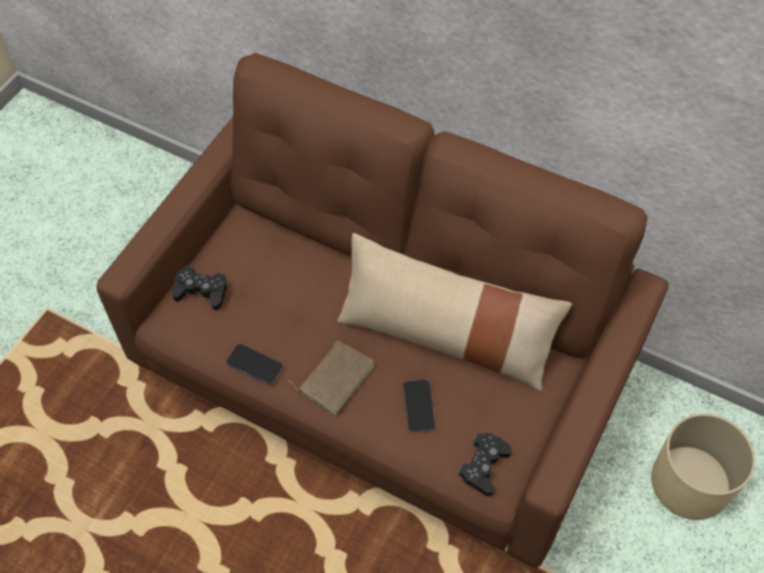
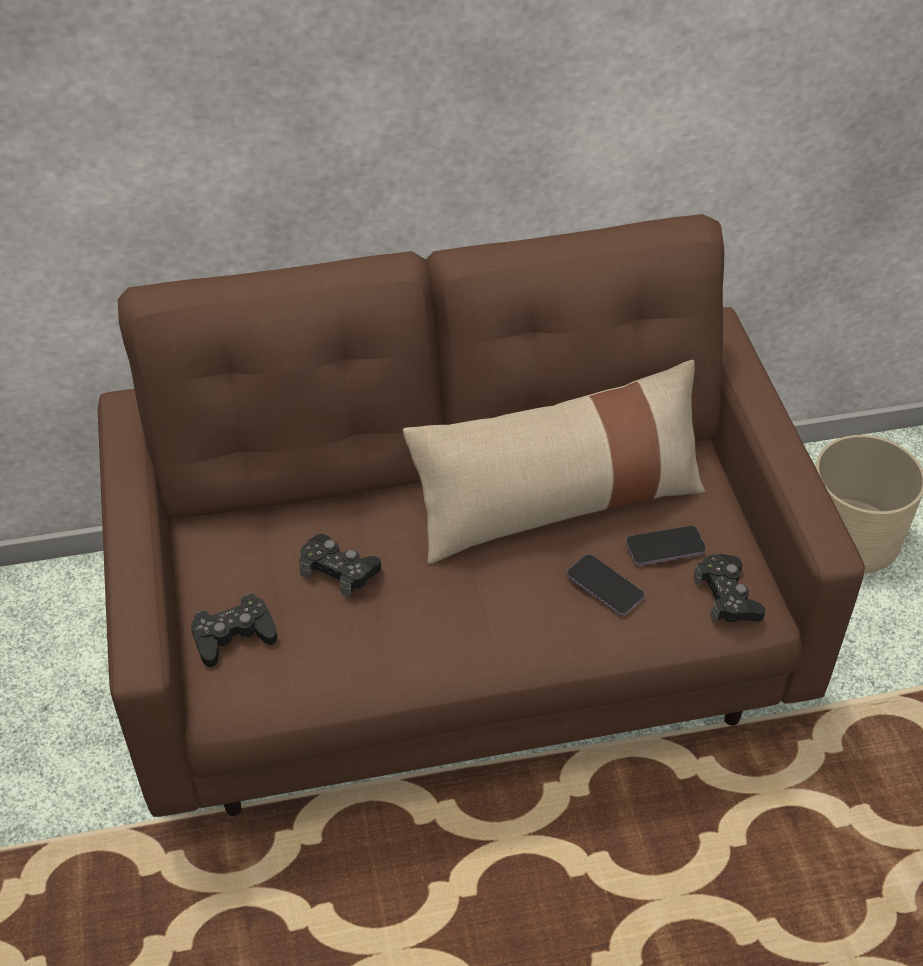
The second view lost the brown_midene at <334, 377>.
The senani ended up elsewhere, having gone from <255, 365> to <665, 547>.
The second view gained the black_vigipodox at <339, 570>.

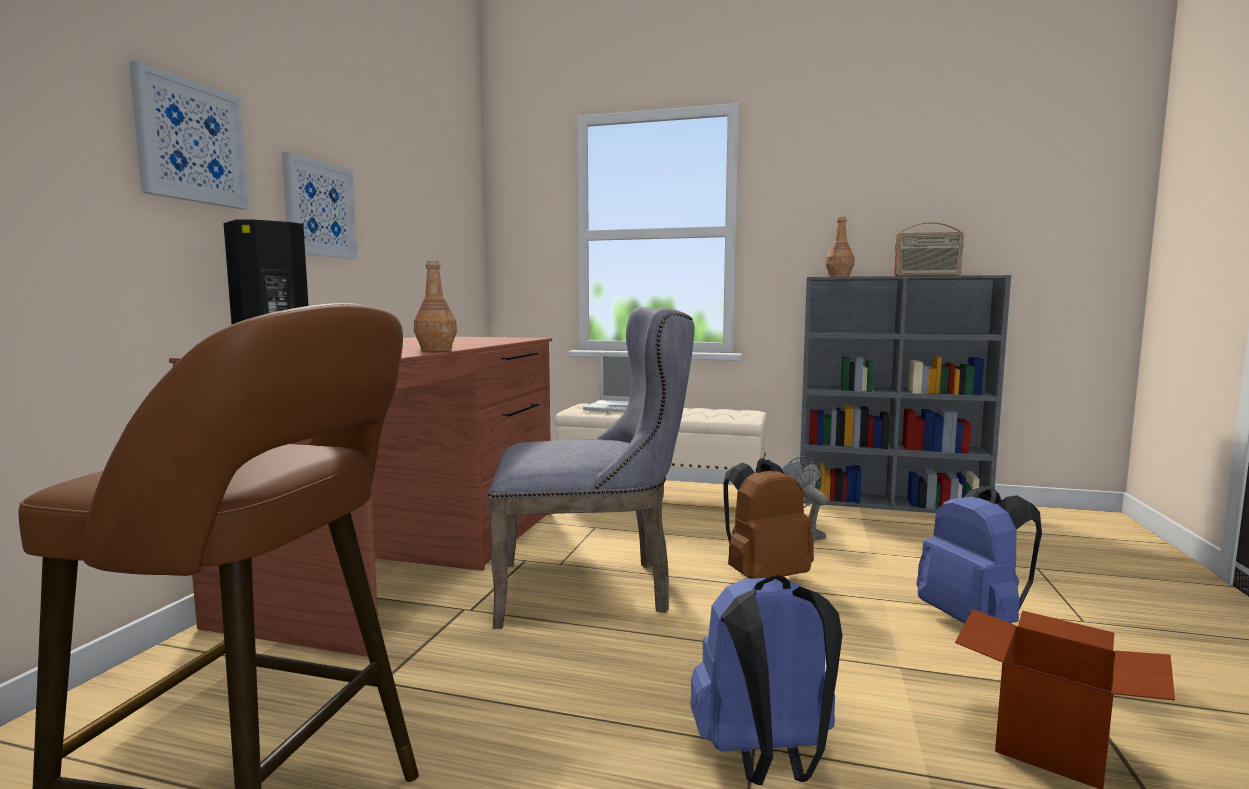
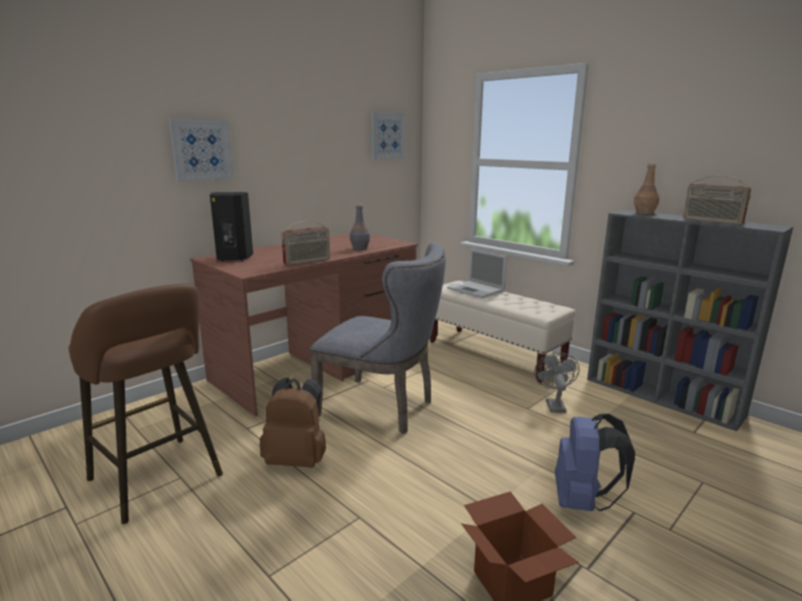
The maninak ended up elsewhere, having gone from <319, 209> to <387, 136>.
Where the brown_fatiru stood at <436, 350>, the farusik came to stand at <307, 262>.
The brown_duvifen ended up elsewhere, having gone from <763, 577> to <297, 460>.
The second view lost the blue_duvifen at <765, 760>.
The second view gained the grey_fatiru at <359, 248>.

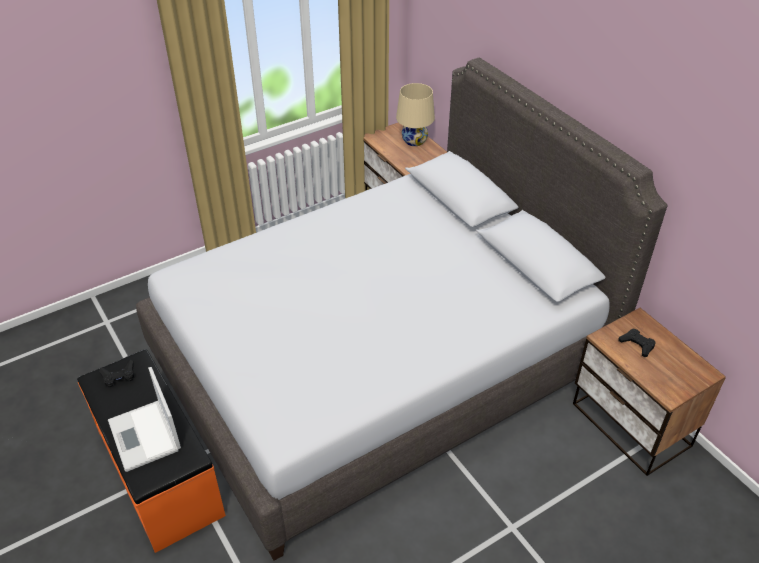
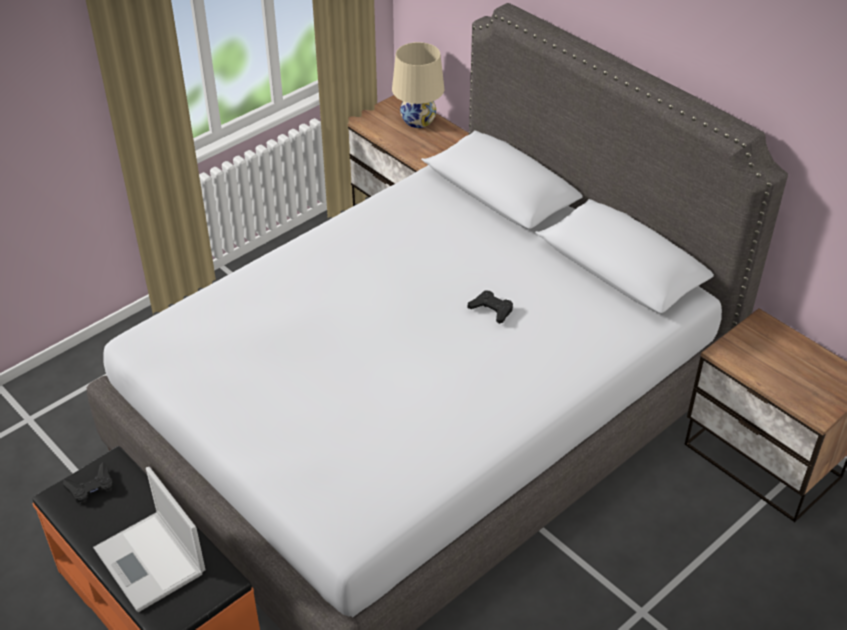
The black_vigipodox ended up elsewhere, having gone from <637, 344> to <491, 310>.

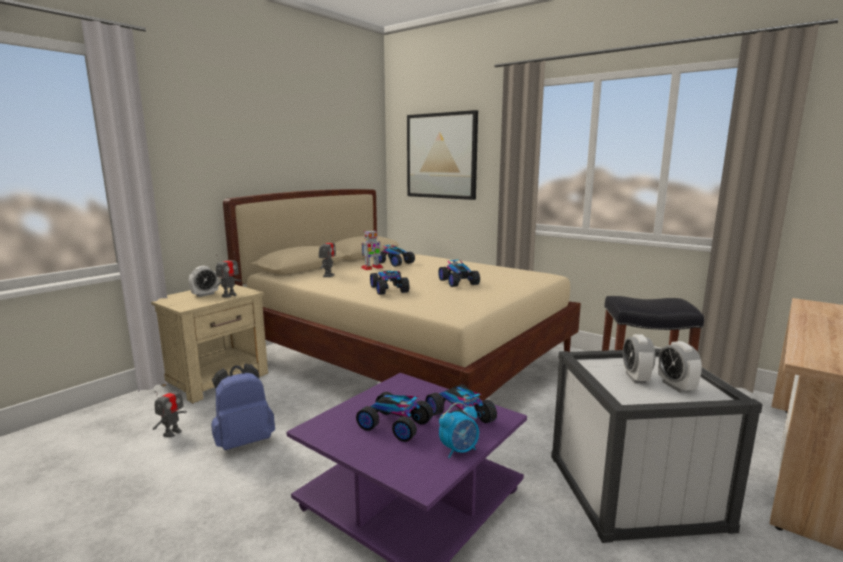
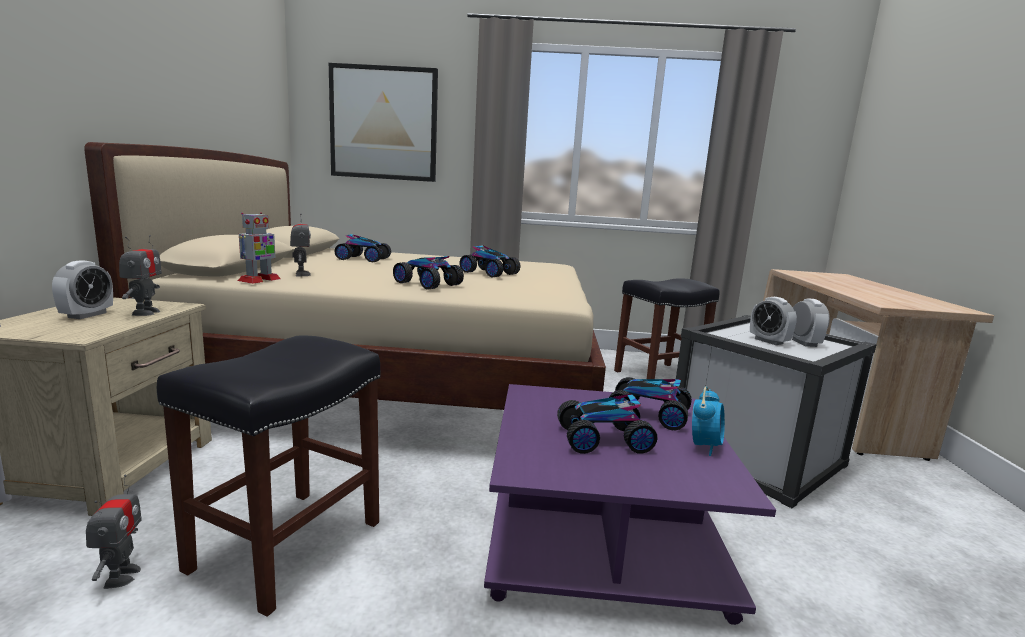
The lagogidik ended up elsewhere, having gone from <371, 268> to <259, 280>.
The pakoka at <676, 386> ended up facing another way, 135 degrees counterclockwise from before.
Where the blue_duvifen stood at <244, 441>, the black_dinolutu came to stand at <288, 543>.

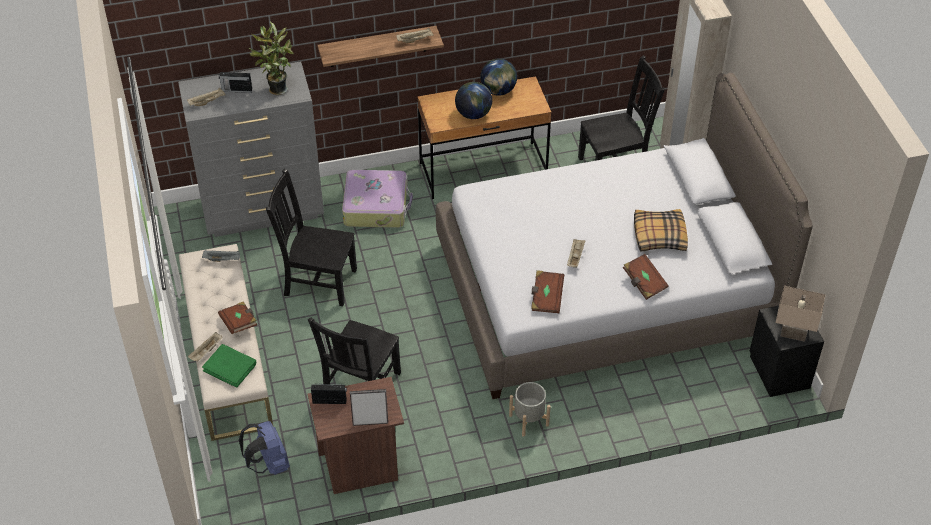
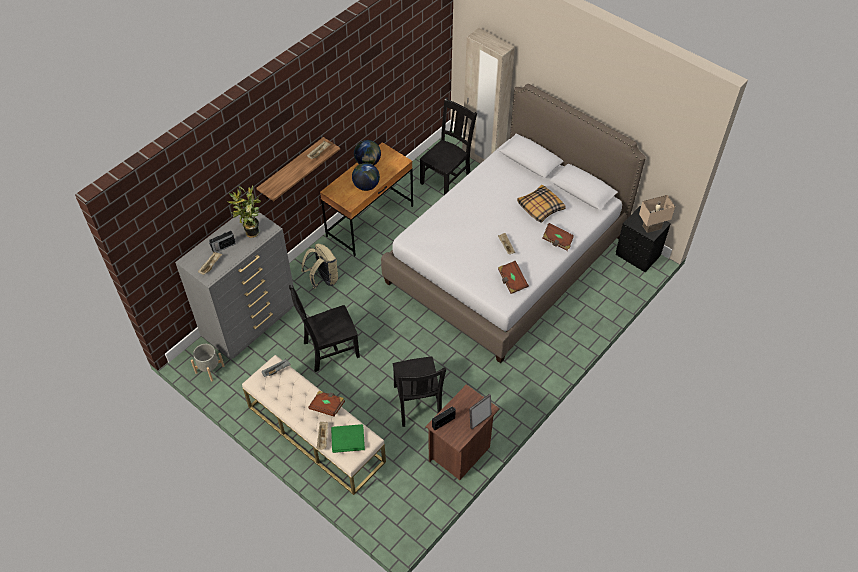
Where the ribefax stood at <376, 206>, the beige_duvifen came to stand at <323, 279>.
The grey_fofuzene ended up elsewhere, having gone from <529, 420> to <210, 369>.
The second view lost the blue_duvifen at <269, 464>.

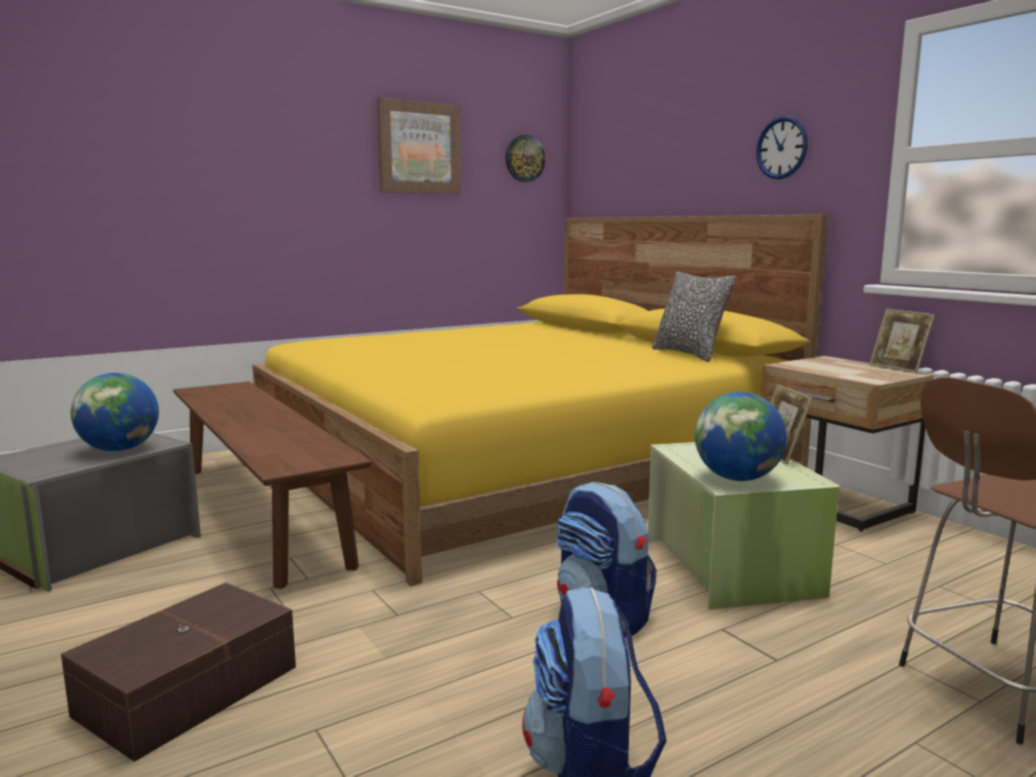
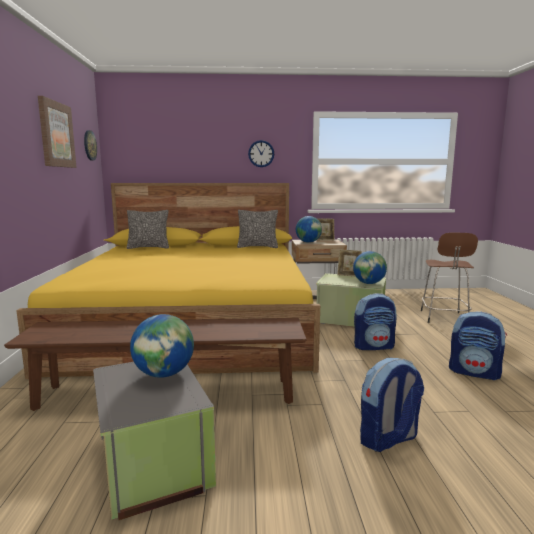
Where the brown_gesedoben stood at <185, 690>, the duvifen came to stand at <388, 439>.
The second view gained the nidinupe at <148, 247>.
The second view gained the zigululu at <308, 242>.

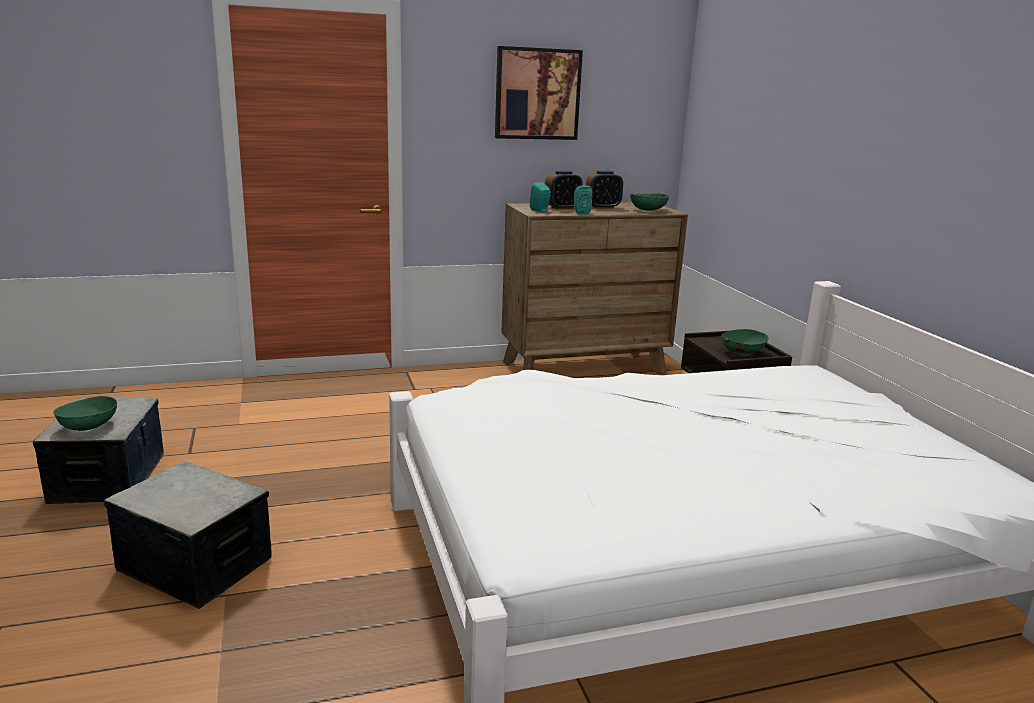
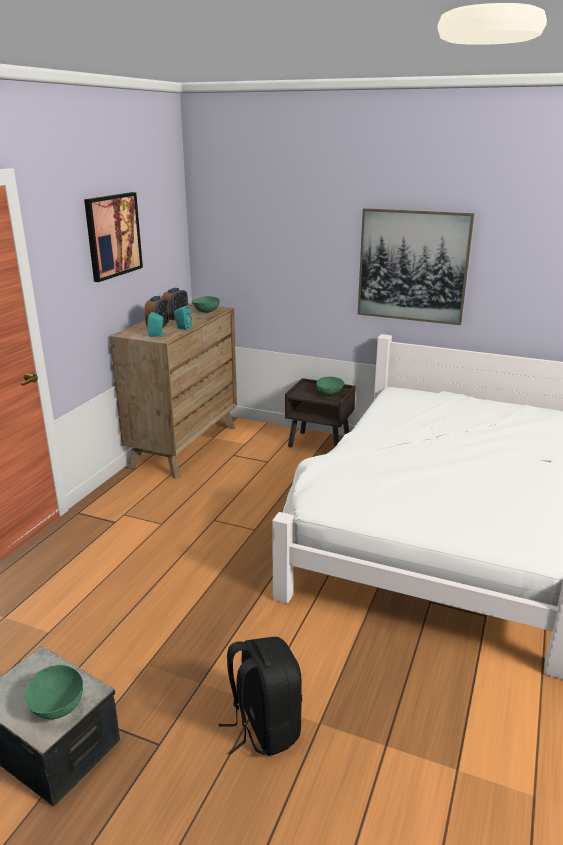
Where the gesedoben stood at <196, 564>, the black_duvifen came to stand at <264, 727>.
The second view gained the maninak at <413, 266>.

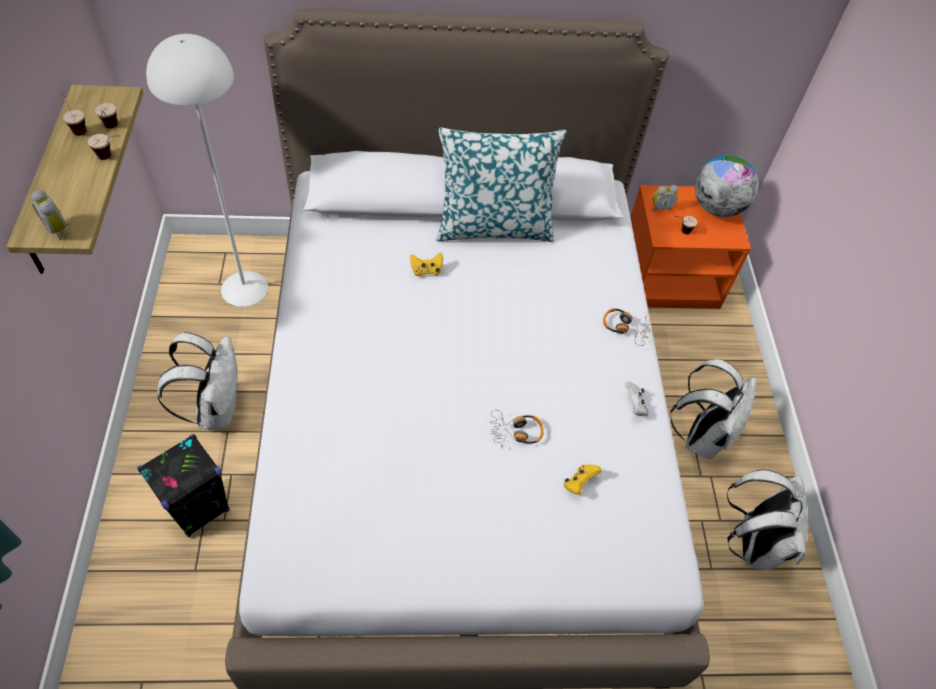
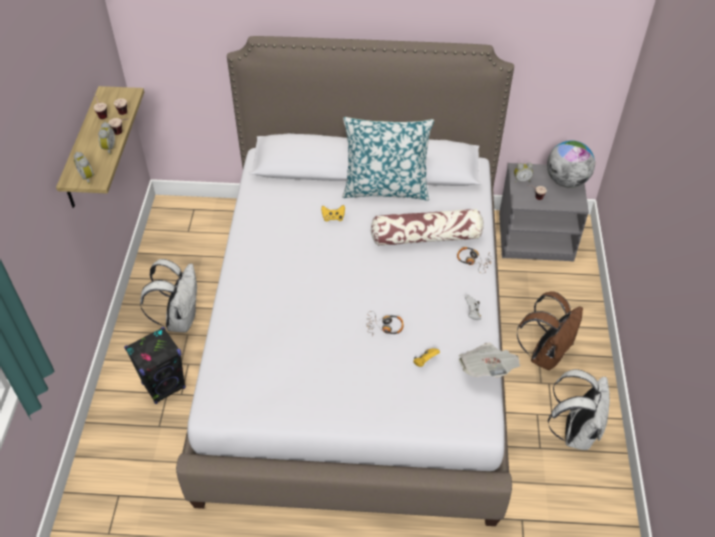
The second view lost the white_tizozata at <244, 288>.
What was the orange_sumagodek at <669, 277> turned into the grey_sumagodek at <536, 236>.
What was the white_duvifen at <702, 436> turned into the brown_duvifen at <546, 354>.
The second view gained the pakoka at <108, 148>.
The second view gained the nidinupe at <426, 237>.
The second view gained the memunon at <486, 369>.

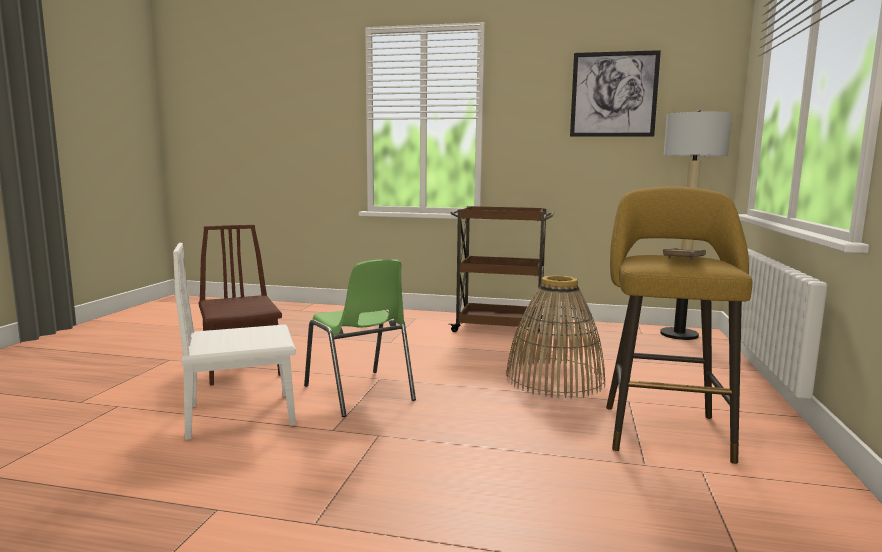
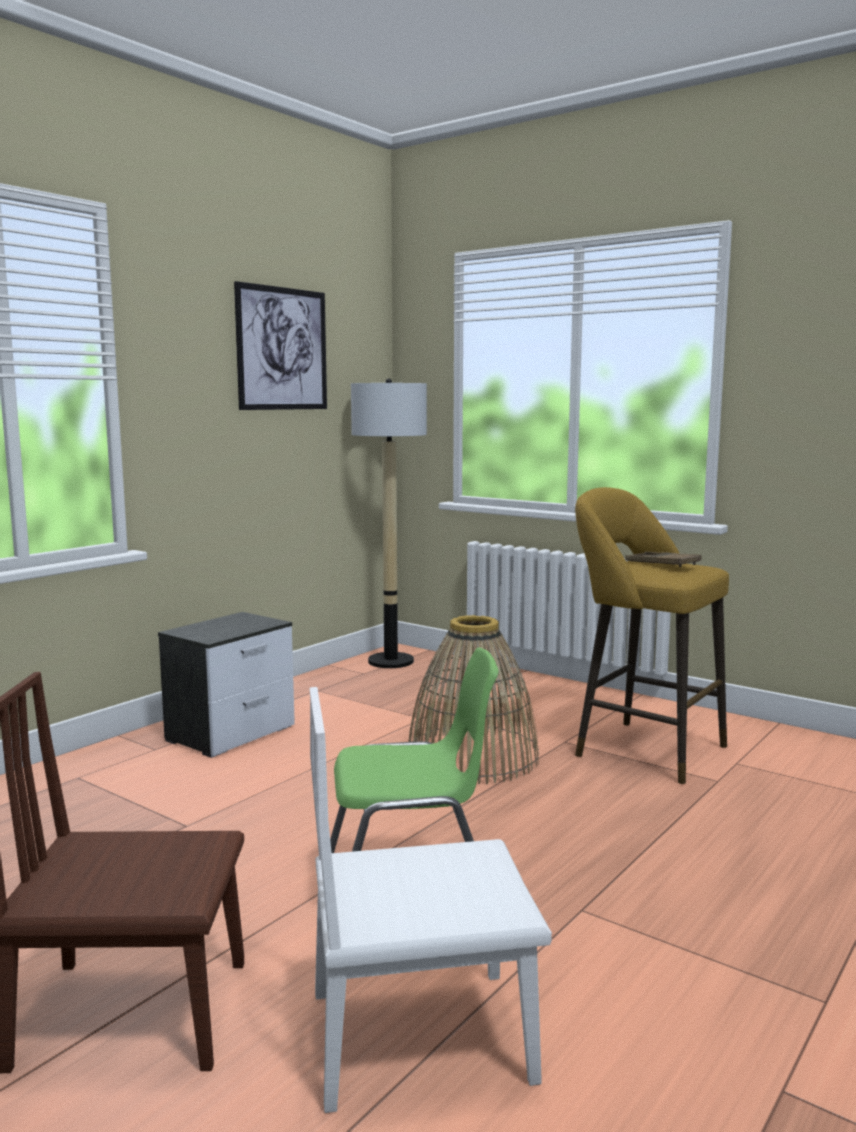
Where the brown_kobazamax stood at <500, 328>, the sumagodek came to stand at <232, 733>.
The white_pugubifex at <241, 415> ended up facing another way, 75 degrees clockwise from before.

